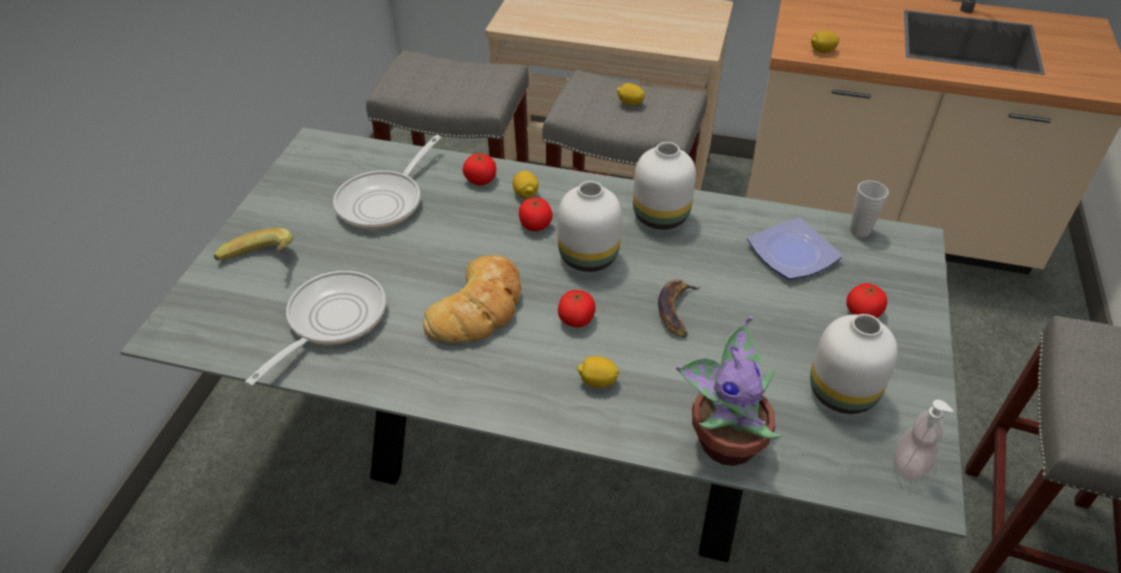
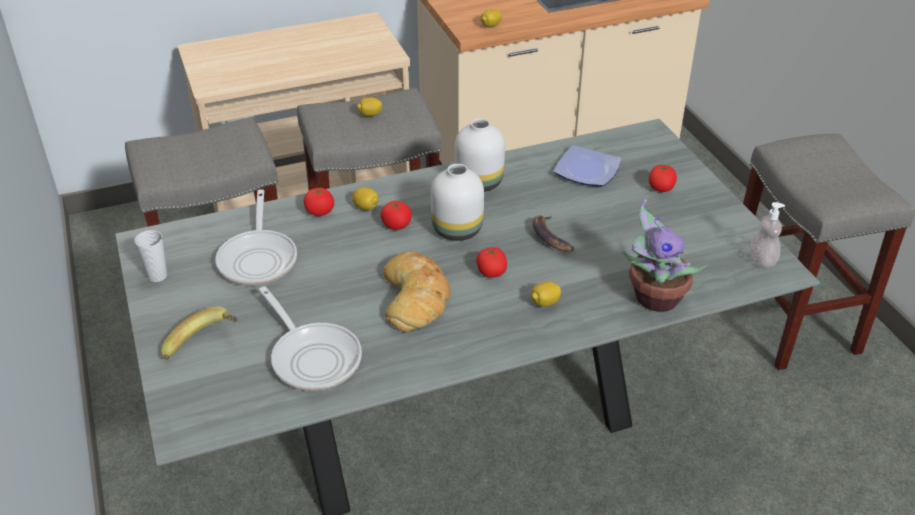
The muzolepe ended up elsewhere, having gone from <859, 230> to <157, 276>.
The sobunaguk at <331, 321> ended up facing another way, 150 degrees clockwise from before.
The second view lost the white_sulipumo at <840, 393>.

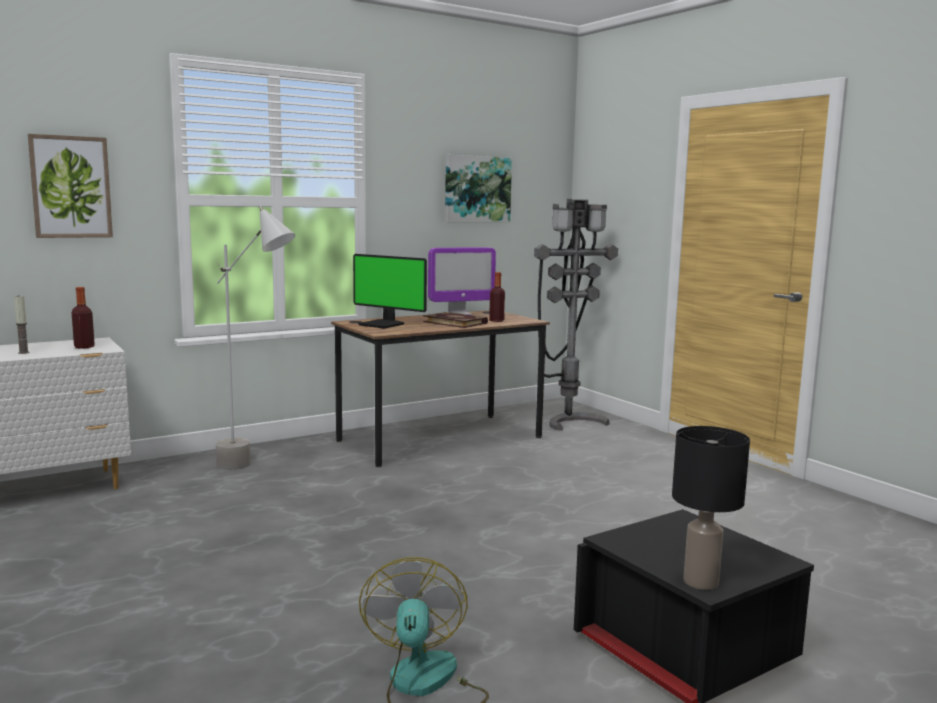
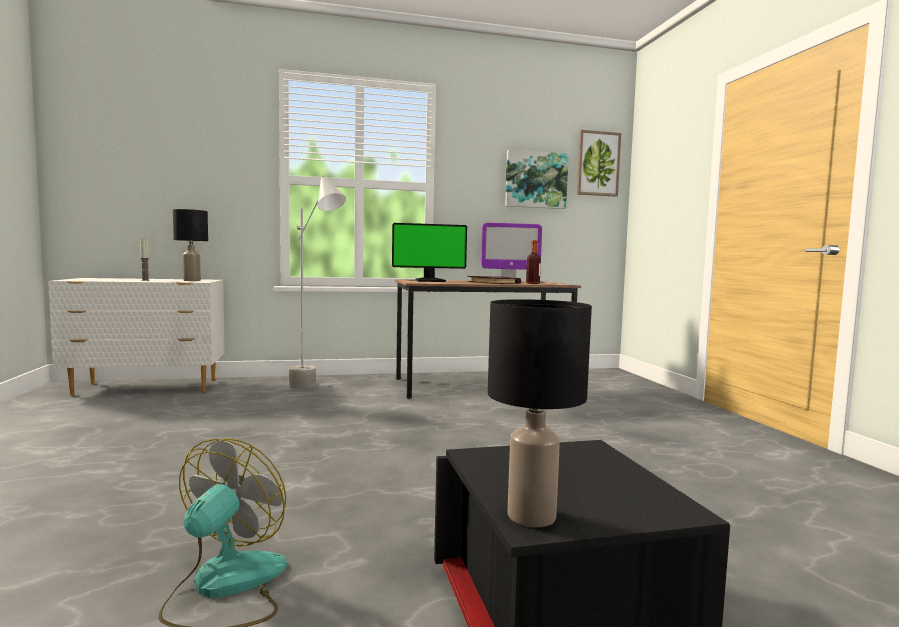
The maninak ended up elsewhere, having gone from <71, 187> to <598, 164>.
The second view lost the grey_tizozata at <570, 420>.
The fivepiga at <383, 324> ended up facing another way, 60 degrees counterclockwise from before.
Where the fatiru stood at <84, 347>, the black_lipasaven came to stand at <191, 280>.

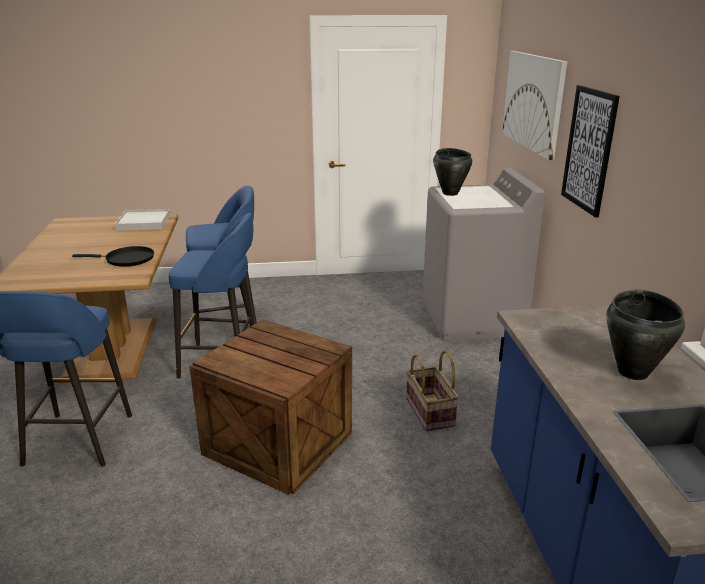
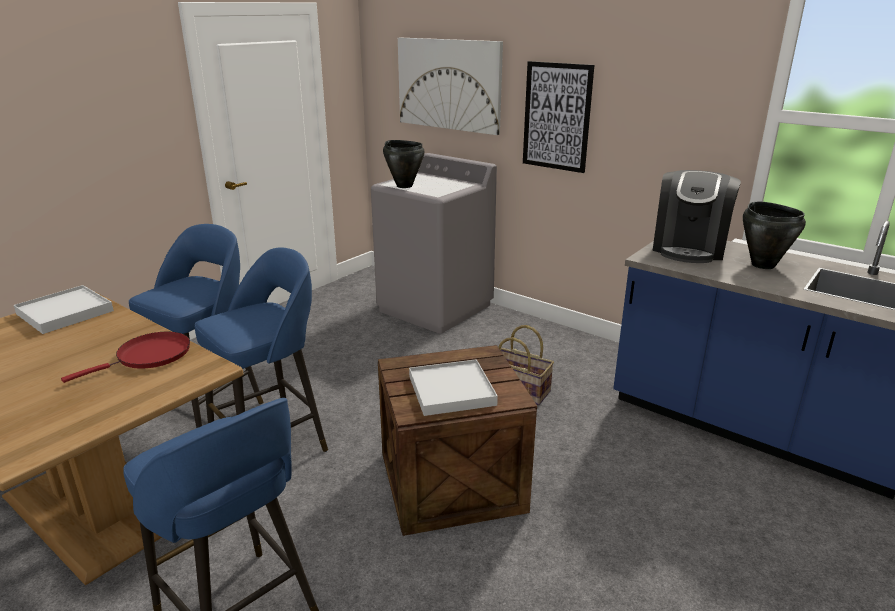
What was the black_sobunaguk at <126, 259> turned into the red_sobunaguk at <149, 356>.
The second view gained the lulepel at <689, 248>.
The second view gained the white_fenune at <451, 390>.

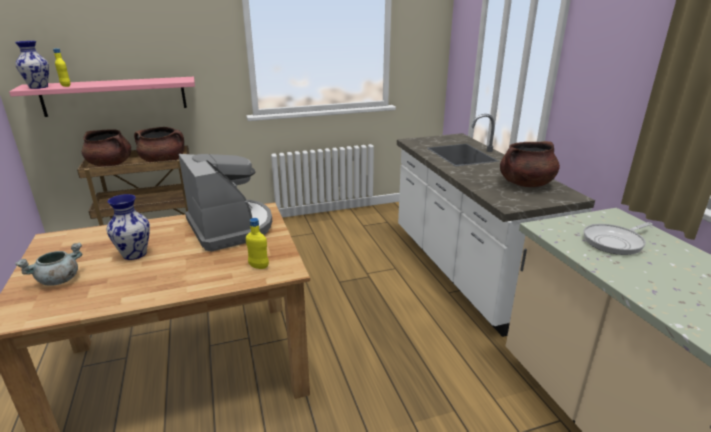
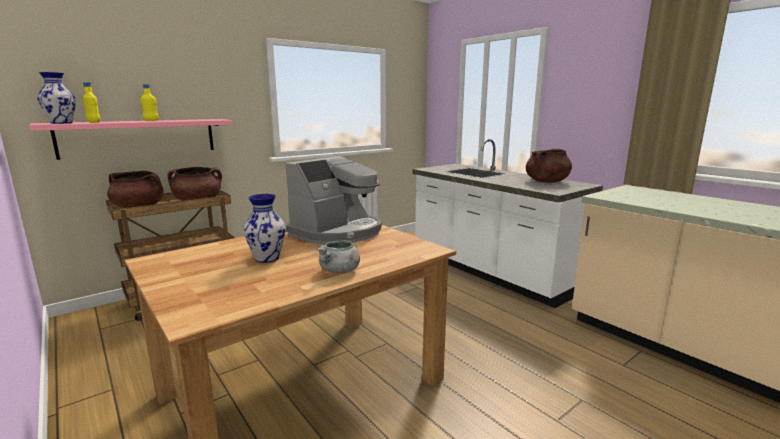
The lulepel at <230, 227> ended up facing another way, 90 degrees clockwise from before.
The yellow_fatiru ended up elsewhere, having gone from <258, 266> to <151, 120>.
The second view lost the sobunaguk at <615, 242>.
The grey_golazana ended up elsewhere, having gone from <58, 280> to <339, 271>.

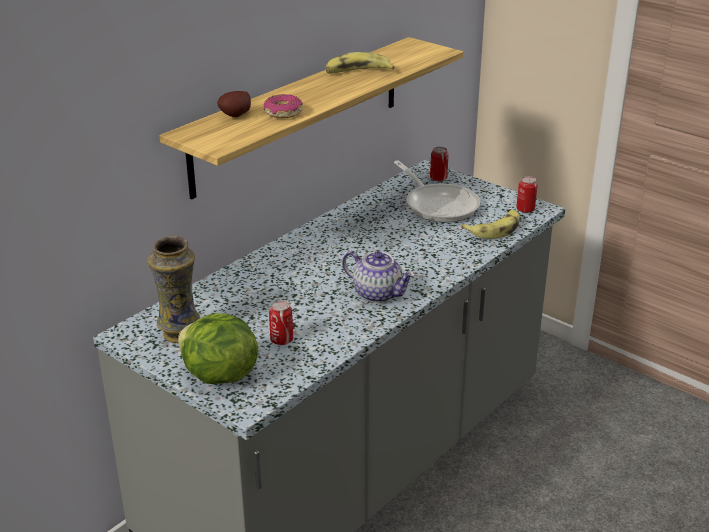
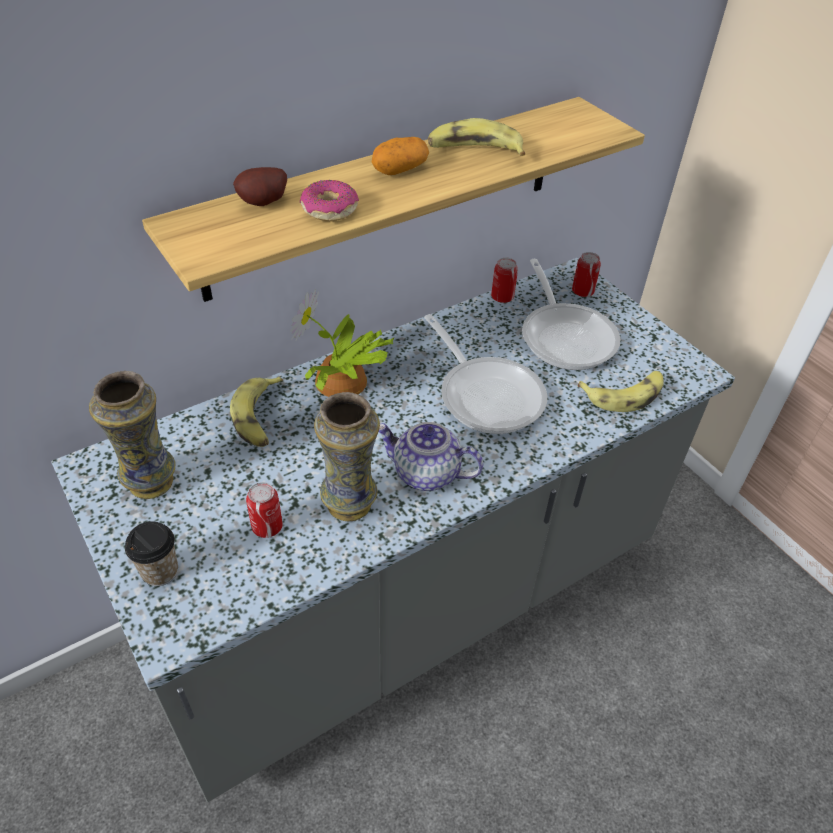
The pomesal ended up elsewhere, having gone from <525, 209> to <502, 297>.
The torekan at <378, 293> ended up facing another way, 150 degrees clockwise from before.
Where the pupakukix stood at <218, 376>, the muzolepe came to stand at <160, 571>.
The second view gained the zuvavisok at <399, 170>.
The second view gained the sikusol at <342, 383>.
The second view gained the sobunaguk at <487, 394>.
The second view gained the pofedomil at <259, 418>.
The second view gained the sulipumo at <350, 504>.

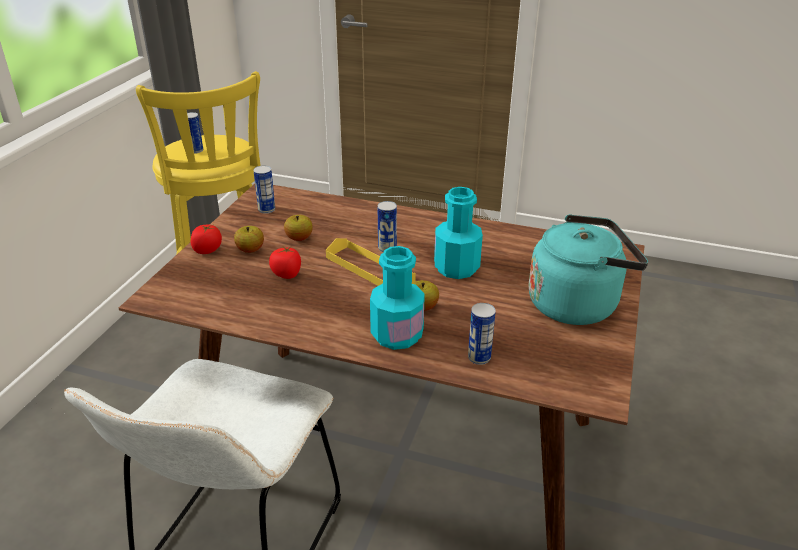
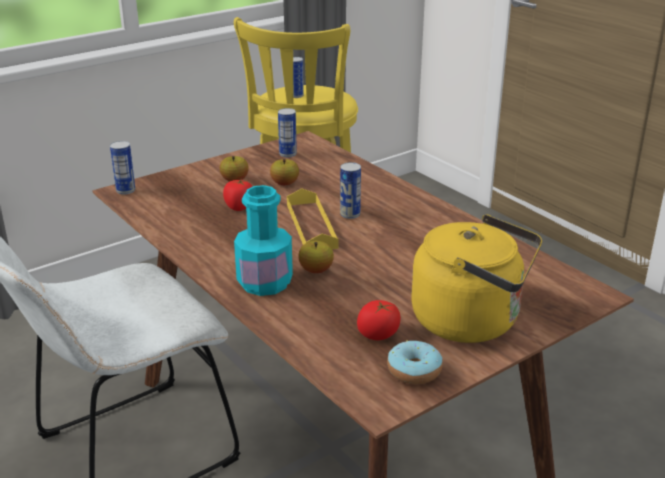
The second view lost the turquoise_fatiru at <456, 268>.
What was the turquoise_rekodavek at <577, 303> turned into the yellow_rekodavek at <472, 321>.
The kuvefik ended up elsewhere, having gone from <207, 250> to <378, 334>.
The pomesal ended up elsewhere, having gone from <479, 357> to <125, 190>.
The second view gained the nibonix at <414, 371>.

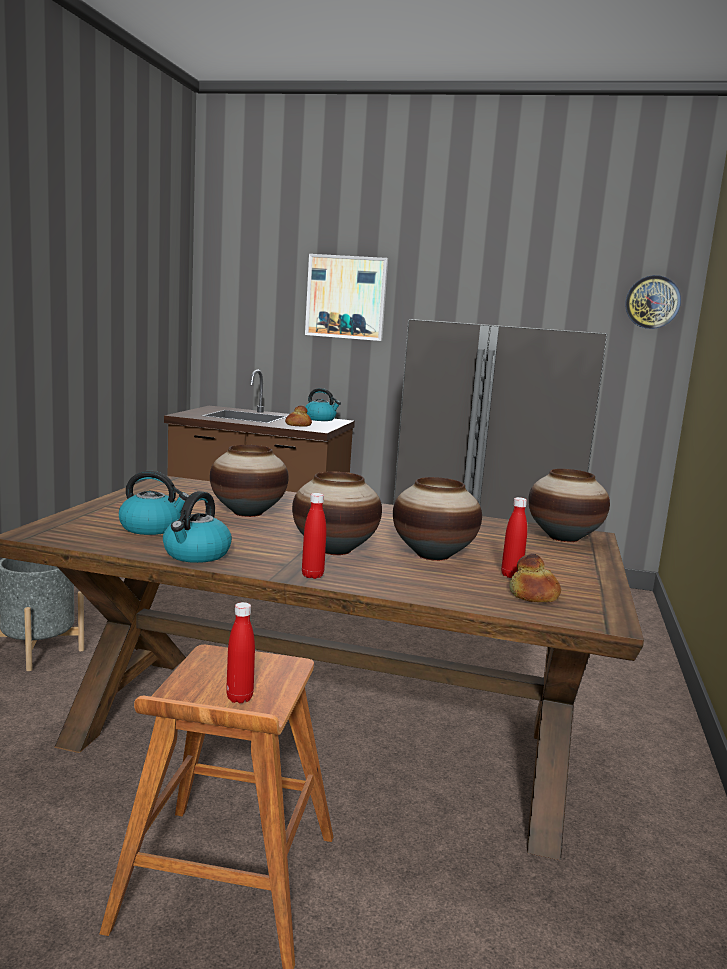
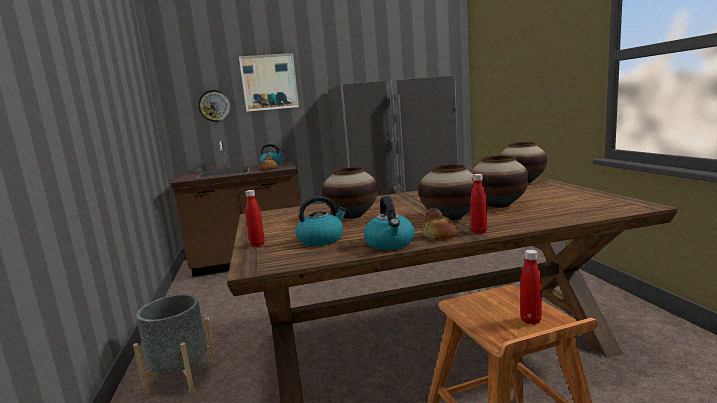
The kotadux ended up elsewhere, having gone from <652, 302> to <215, 106>.
The red_fatiru ended up elsewhere, having gone from <511, 575> to <257, 245>.
The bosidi ended up elsewhere, having gone from <534, 595> to <440, 235>.

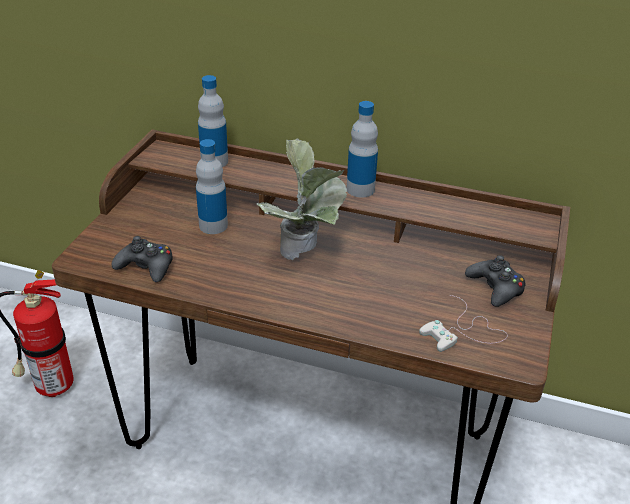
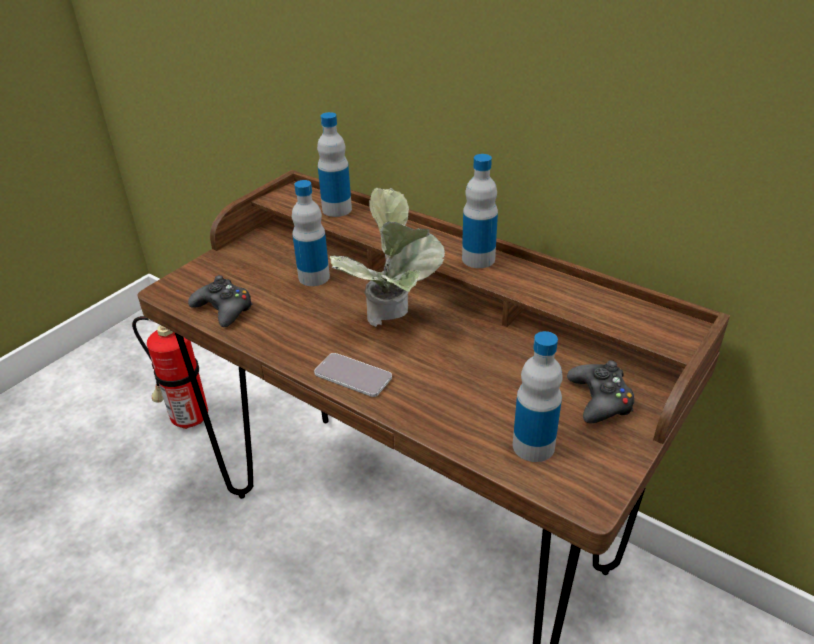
Where the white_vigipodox stood at <463, 331>, the fatiru came to stand at <533, 446>.
The second view gained the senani at <353, 376>.

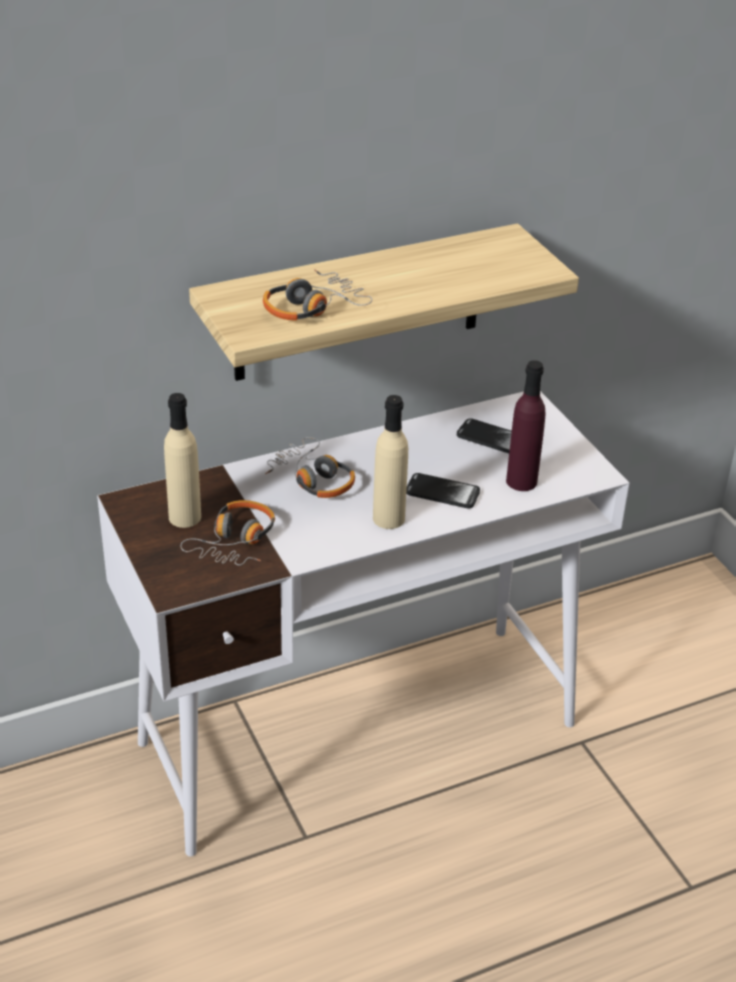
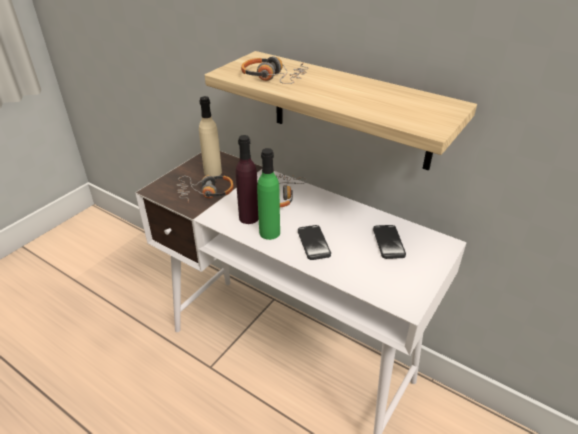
The purple_fatiru ended up elsewhere, having gone from <521, 481> to <249, 217>.
What was the beige_fatiru at <388, 518> turned into the green_fatiru at <269, 232>.

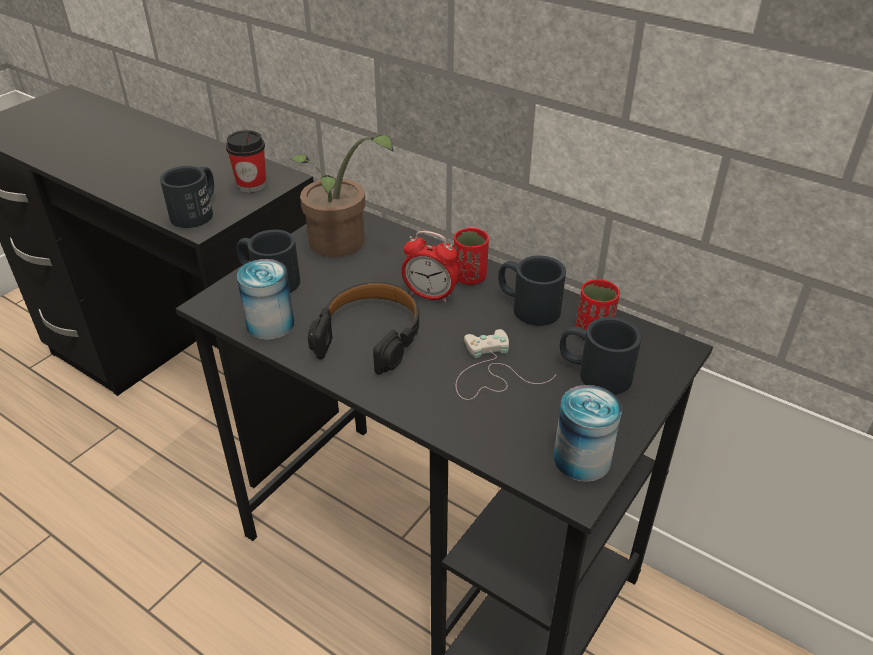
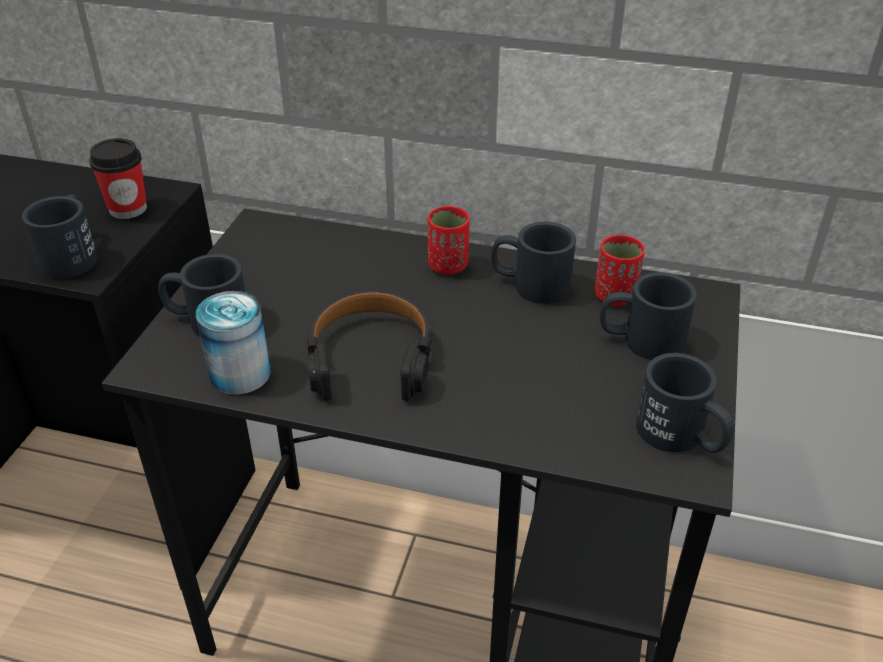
The second view lost the sikusol at <341, 246>.
The second view lost the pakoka at <430, 295>.
The second view lost the white_vigipodox at <490, 371>.
Where the pomesal stood at <582, 459>, the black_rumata came to stand at <681, 437>.

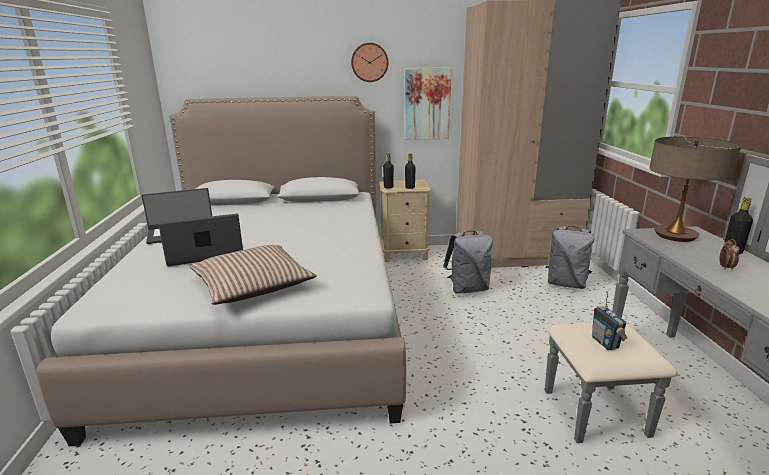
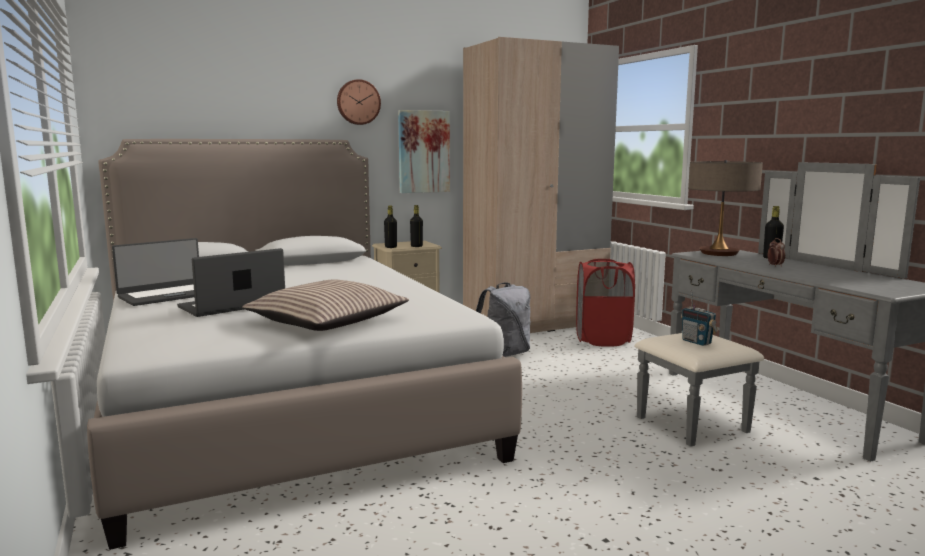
Where the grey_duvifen stood at <566, 284>, the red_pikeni came to stand at <603, 340>.

